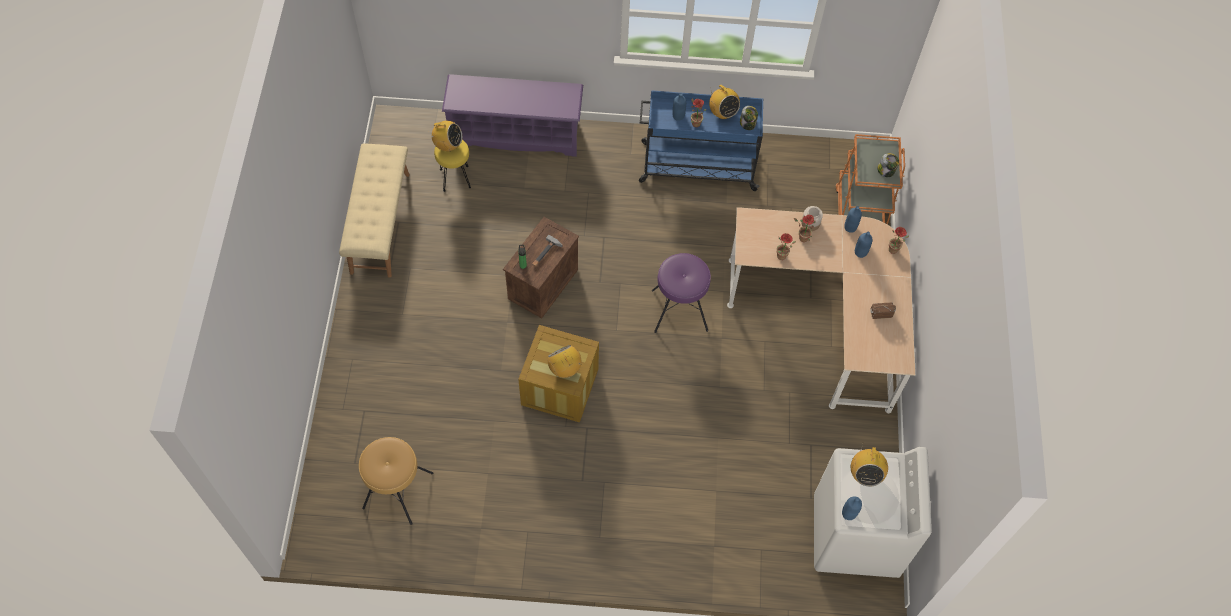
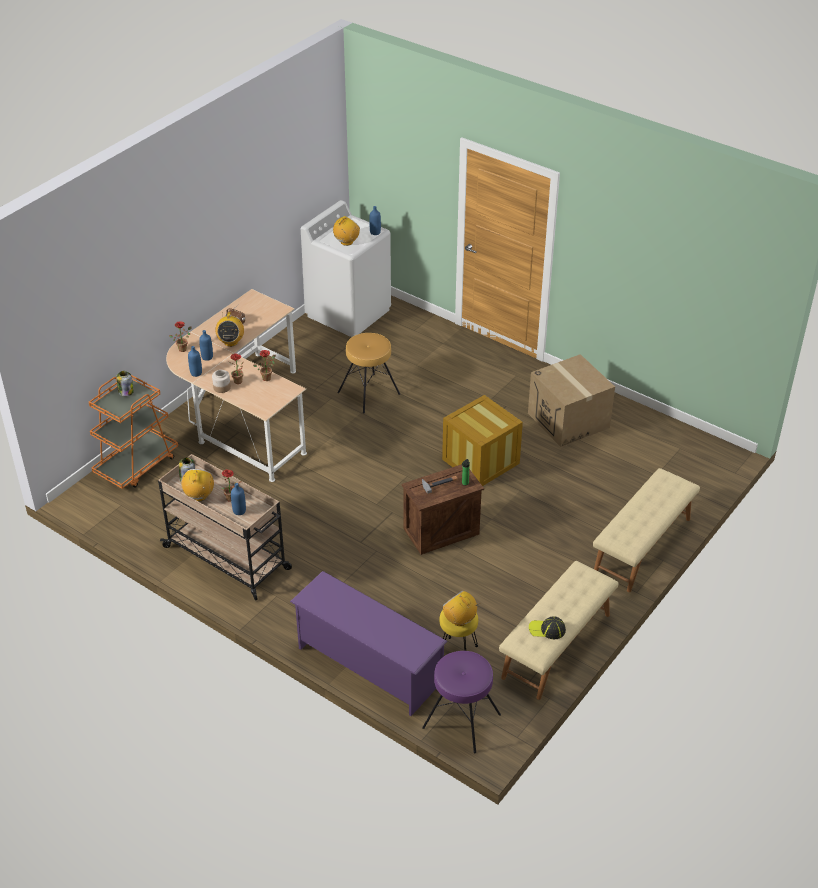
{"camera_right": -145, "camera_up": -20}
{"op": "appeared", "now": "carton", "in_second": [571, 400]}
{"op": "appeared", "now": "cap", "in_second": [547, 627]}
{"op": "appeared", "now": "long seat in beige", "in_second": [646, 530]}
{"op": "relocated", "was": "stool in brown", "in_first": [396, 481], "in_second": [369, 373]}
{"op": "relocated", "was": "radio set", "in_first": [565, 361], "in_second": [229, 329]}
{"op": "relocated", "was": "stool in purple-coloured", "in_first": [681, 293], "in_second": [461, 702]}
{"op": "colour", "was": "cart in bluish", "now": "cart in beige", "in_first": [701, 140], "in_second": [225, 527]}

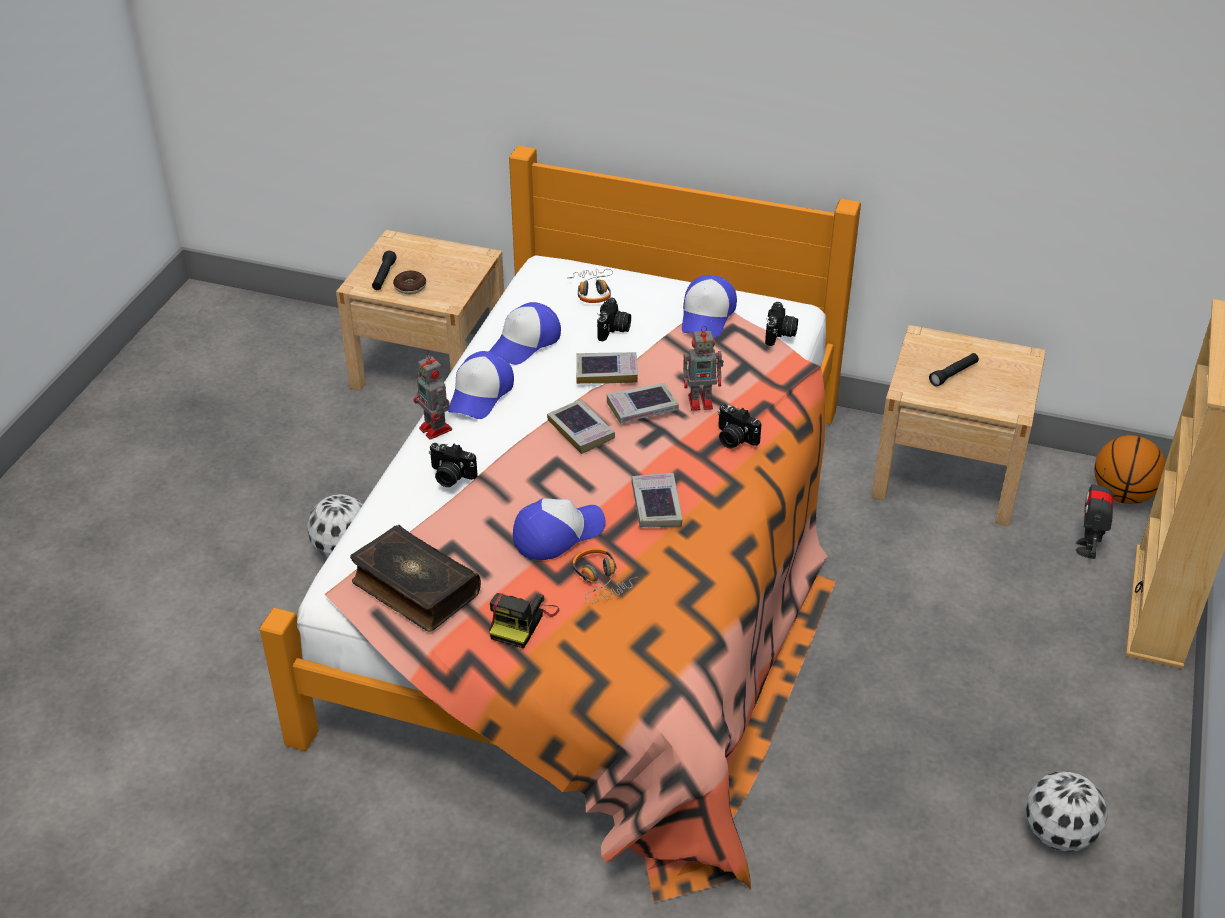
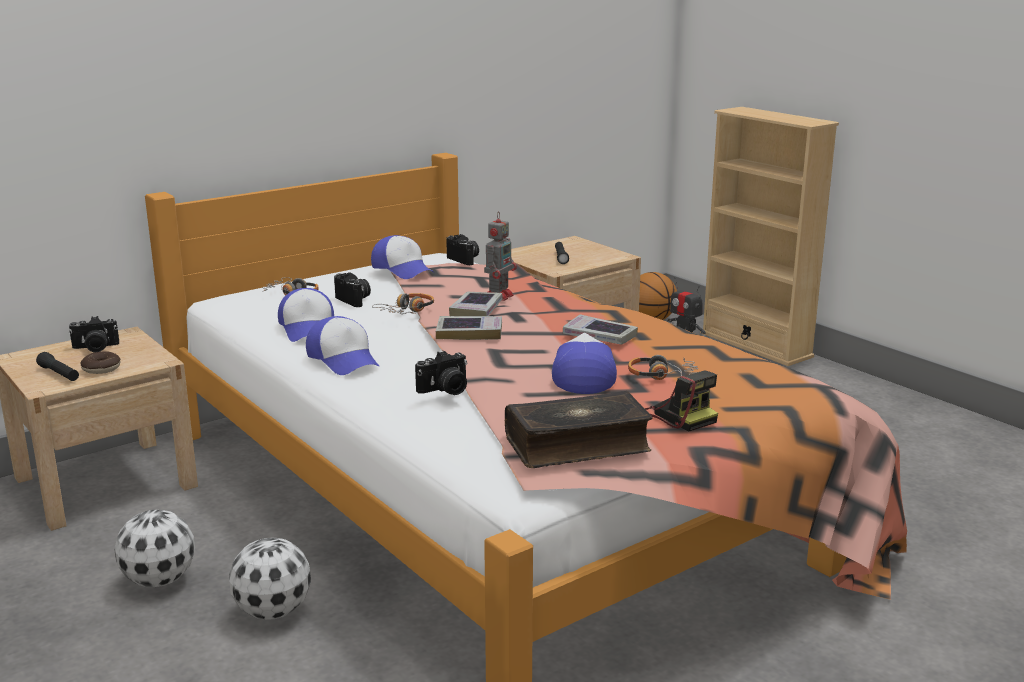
{"camera_right": -55, "camera_up": -20}
{"op": "missing", "was": "toy robot", "in_first": [432, 396]}
{"op": "relocated", "was": "still camera", "in_first": [739, 426], "in_second": [94, 334]}
{"op": "relocated", "was": "ball for football", "in_first": [1067, 811], "in_second": [154, 548]}
{"op": "exchanged", "was": "volume", "now": "pair of headphones", "in_first": [607, 368], "in_second": [403, 303]}

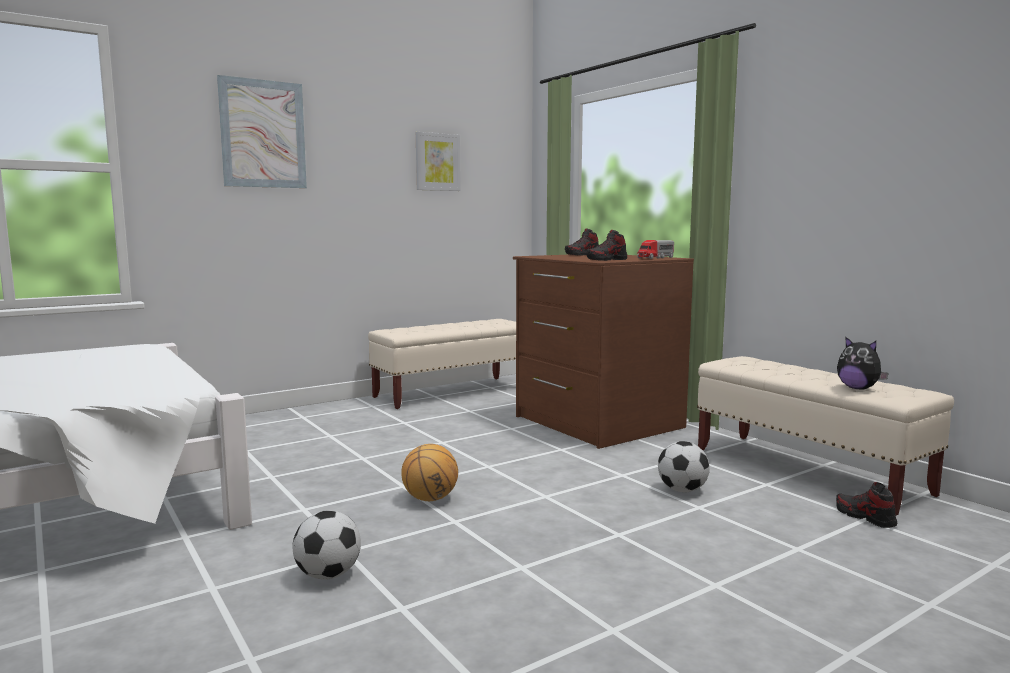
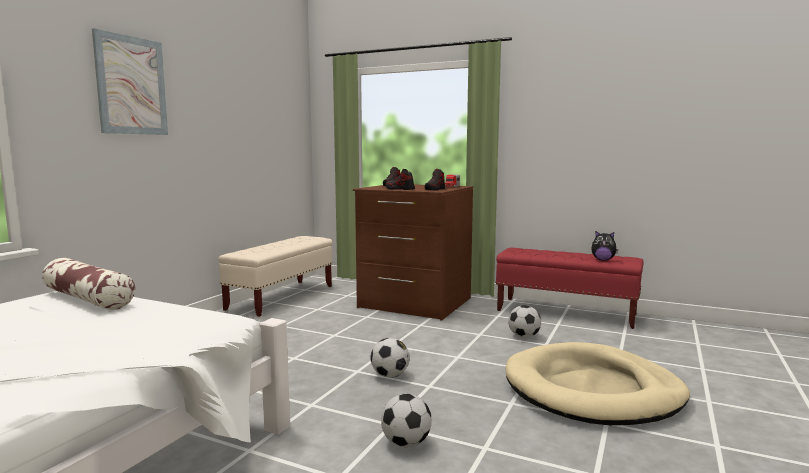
{"camera_right": -30, "camera_up": 0}
{"op": "missing", "was": "picture", "in_first": [438, 161]}
{"op": "appeared", "now": "throw pillow", "in_second": [88, 284]}
{"op": "appeared", "now": "pet bed in beige", "in_second": [598, 383]}
{"op": "relocated", "was": "shoe", "in_first": [866, 505], "in_second": [400, 179]}
{"op": "exchanged", "was": "basketball ball", "now": "ball for football", "in_first": [429, 472], "in_second": [390, 358]}
{"op": "colour", "was": "long seat in beige", "now": "long seat in reddish", "in_first": [825, 435], "in_second": [569, 288]}

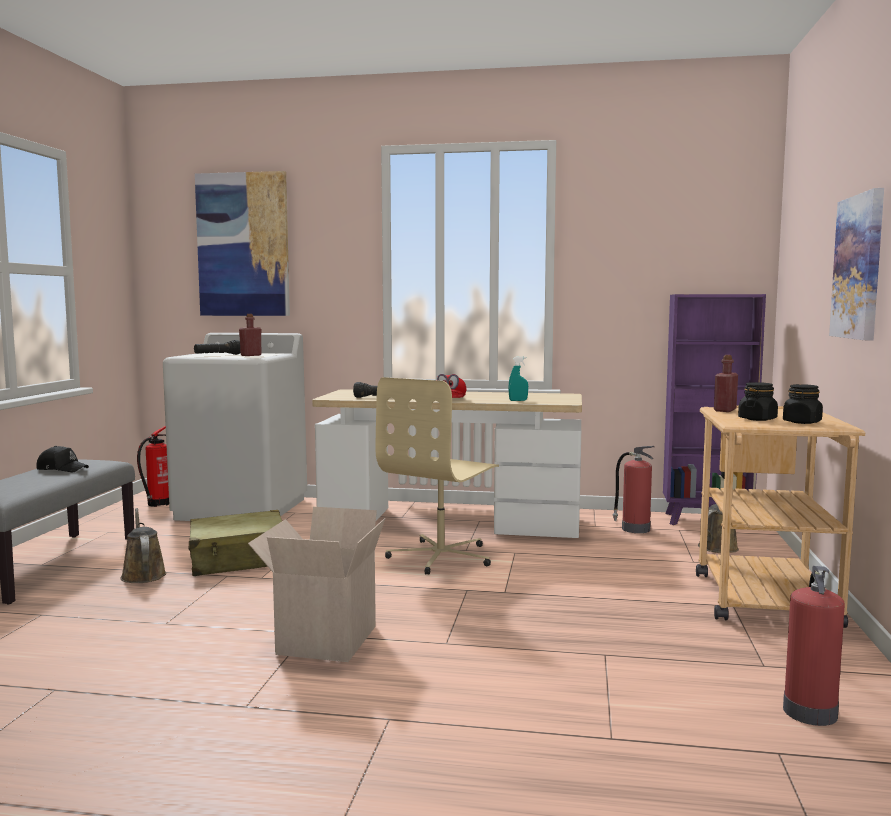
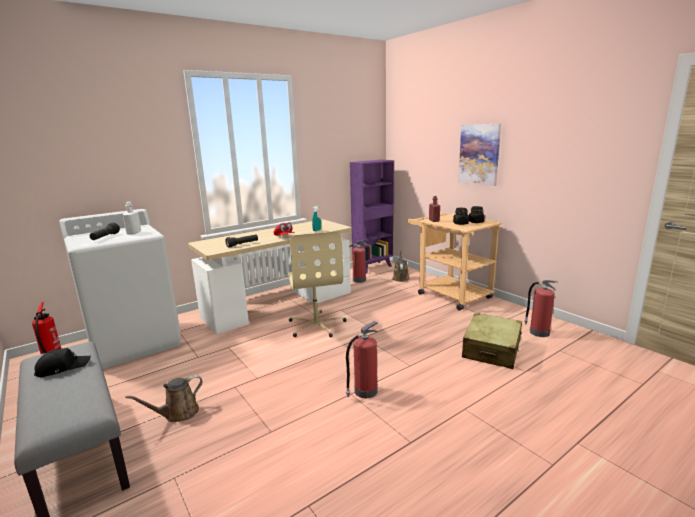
{"camera_right": -45, "camera_up": 10}
{"op": "missing", "was": "picture", "in_first": [242, 243]}
{"op": "relocated", "was": "suitcase in beige", "in_first": [235, 543], "in_second": [492, 341]}
{"op": "exchanged", "was": "carton", "now": "fire-fighting cylinder", "in_first": [316, 584], "in_second": [362, 359]}
{"op": "colour", "was": "bottle in reddish", "now": "bottle in white-coloured", "in_first": [250, 335], "in_second": [132, 218]}
{"op": "spun", "was": "watering pot in brown", "in_first": [144, 545], "in_second": [164, 398], "clockwise": -60}

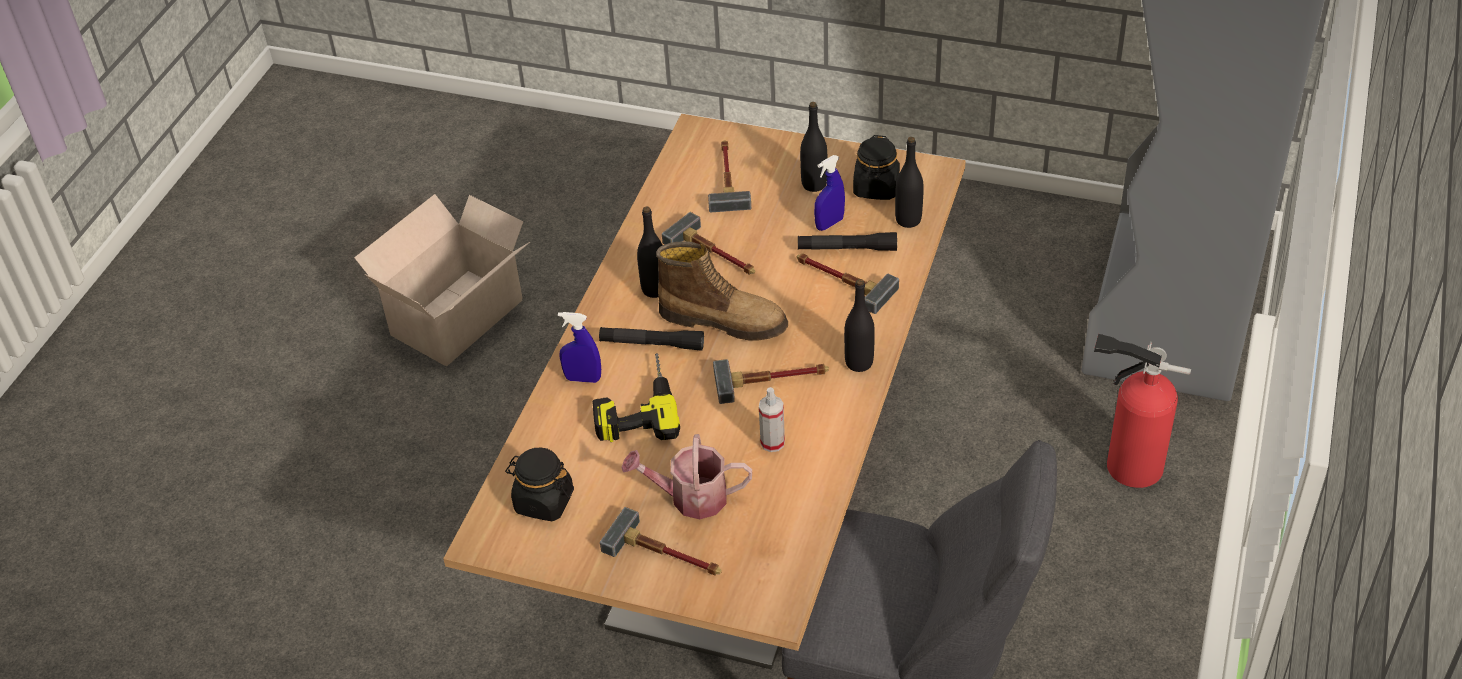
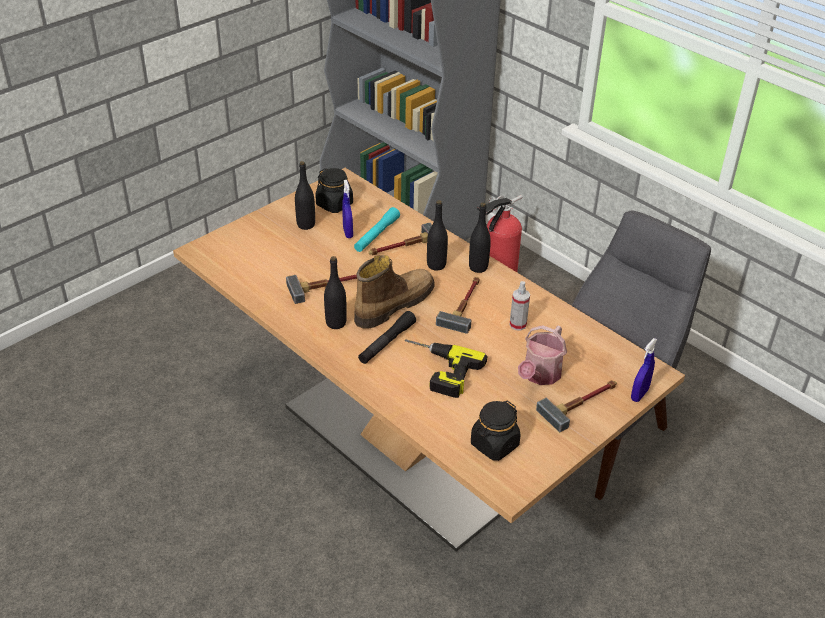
{"camera_right": -65, "camera_up": -5}
{"op": "missing", "was": "carton", "in_first": [442, 280]}
{"op": "missing", "was": "hammer", "in_first": [729, 176]}
{"op": "relocated", "was": "hand sprayer in bluish", "in_first": [579, 347], "in_second": [644, 370]}
{"op": "relocated", "was": "bottle in black-coloured", "in_first": [909, 182], "in_second": [437, 235]}
{"op": "colour", "was": "flashlight in black-coloured", "now": "flashlight in blue-green", "in_first": [847, 241], "in_second": [377, 229]}

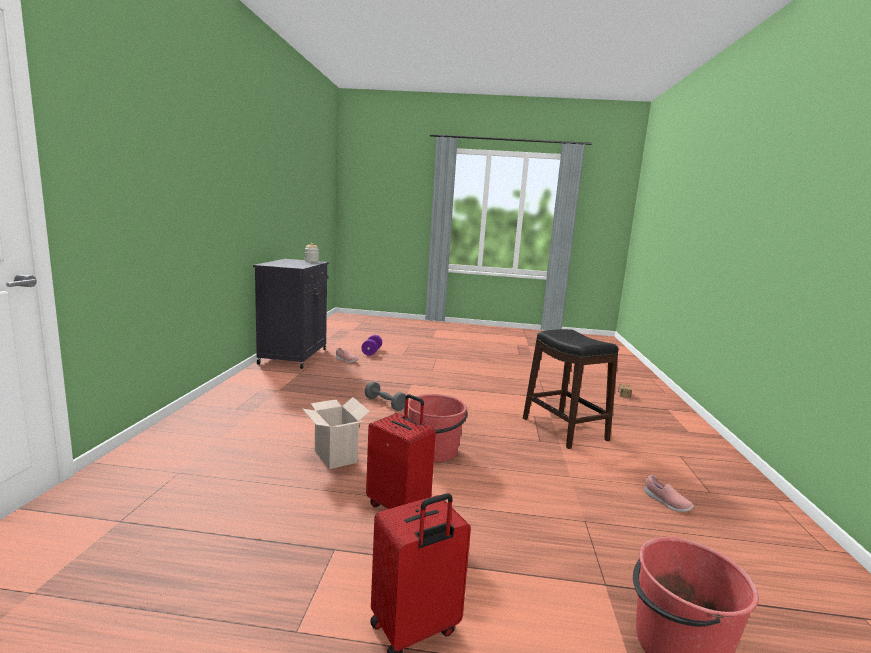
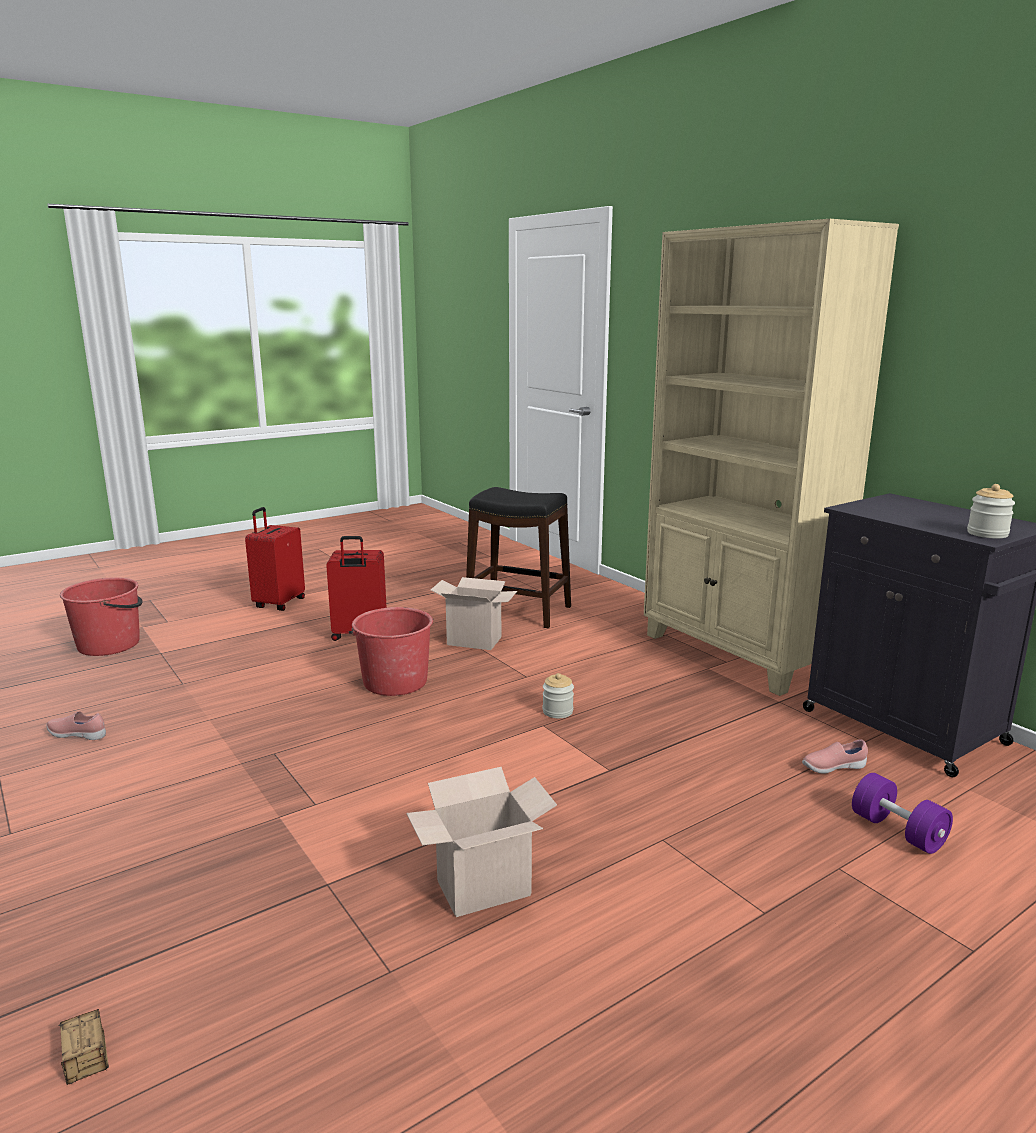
{"camera_right": 140, "camera_up": 5}
{"op": "appeared", "now": "carton", "in_second": [481, 842]}
{"op": "appeared", "now": "bookshelf in beige", "in_second": [771, 457]}
{"op": "relocated", "was": "stool in black-coloured", "in_first": [571, 389], "in_second": [518, 557]}
{"op": "exchanged", "was": "dumbbell in grey", "now": "jar", "in_first": [385, 396], "in_second": [558, 695]}

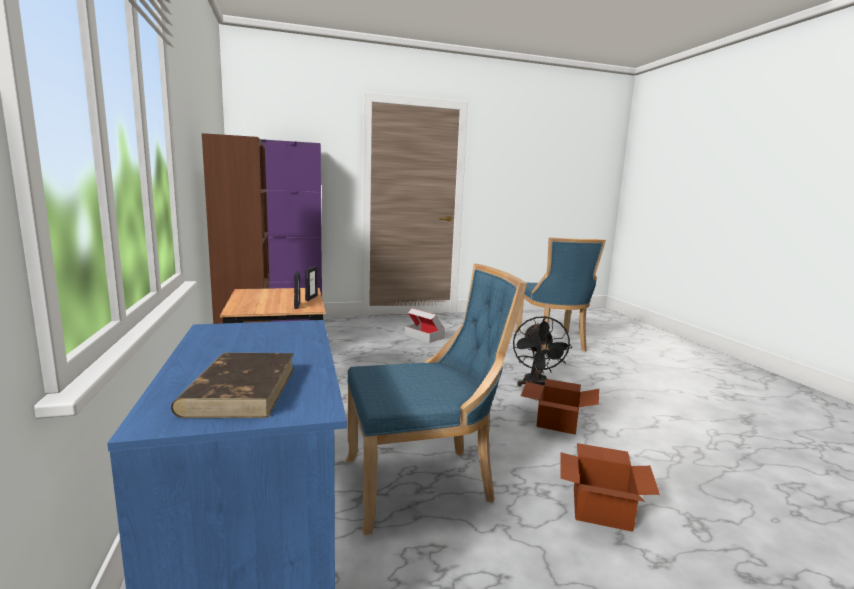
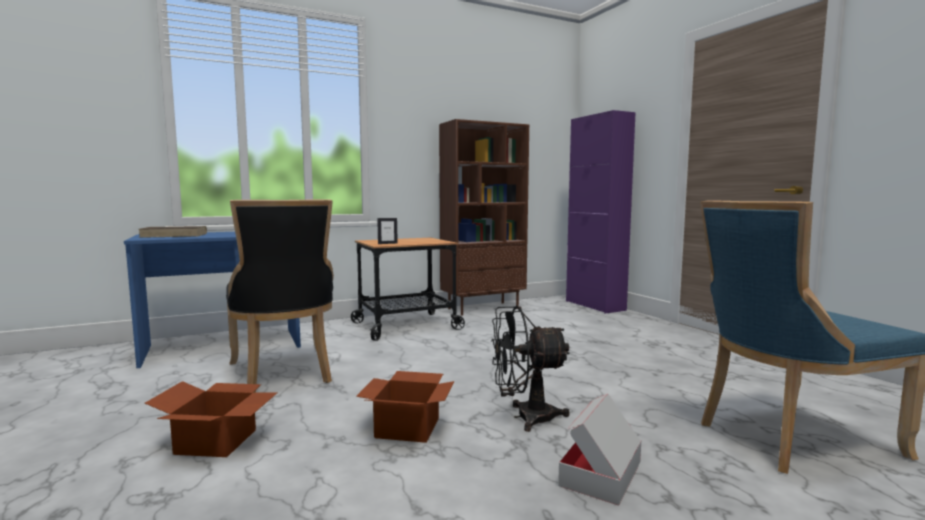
{"camera_right": 80, "camera_up": -5}
{"op": "missing", "was": "photo frame", "in_first": [311, 283]}
{"op": "relocated", "was": "carton", "in_first": [425, 325], "in_second": [599, 449]}
{"op": "colour", "was": "plain chair in bluish", "now": "plain chair in black-coloured", "in_first": [436, 399], "in_second": [280, 296]}

